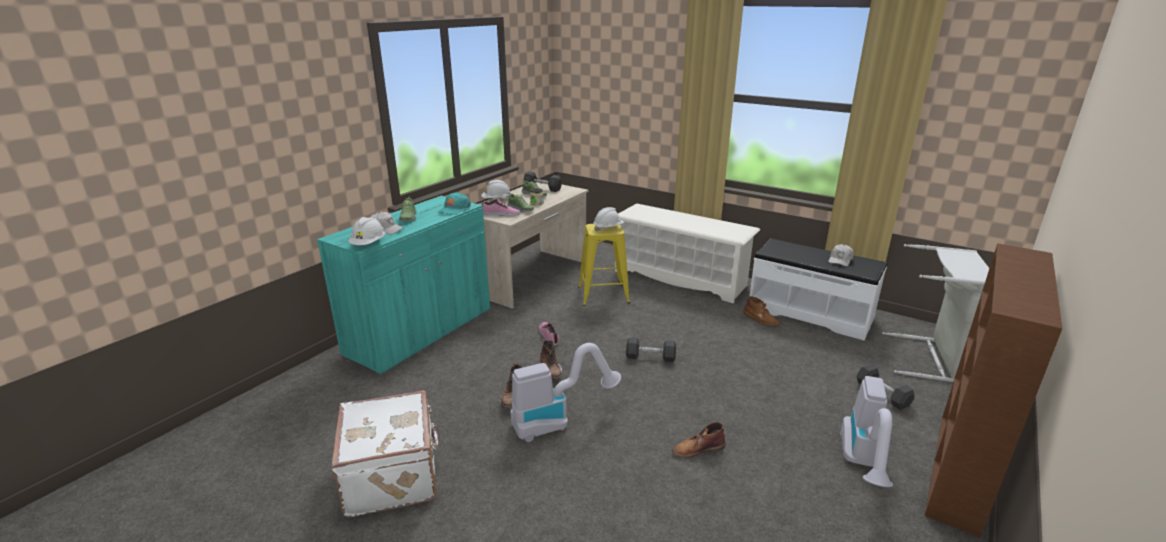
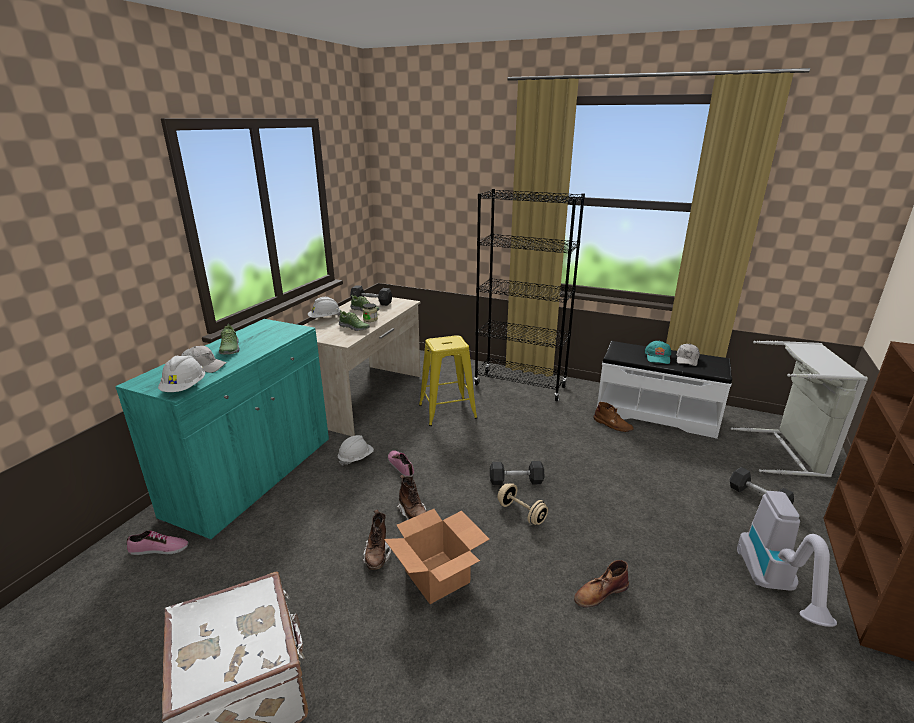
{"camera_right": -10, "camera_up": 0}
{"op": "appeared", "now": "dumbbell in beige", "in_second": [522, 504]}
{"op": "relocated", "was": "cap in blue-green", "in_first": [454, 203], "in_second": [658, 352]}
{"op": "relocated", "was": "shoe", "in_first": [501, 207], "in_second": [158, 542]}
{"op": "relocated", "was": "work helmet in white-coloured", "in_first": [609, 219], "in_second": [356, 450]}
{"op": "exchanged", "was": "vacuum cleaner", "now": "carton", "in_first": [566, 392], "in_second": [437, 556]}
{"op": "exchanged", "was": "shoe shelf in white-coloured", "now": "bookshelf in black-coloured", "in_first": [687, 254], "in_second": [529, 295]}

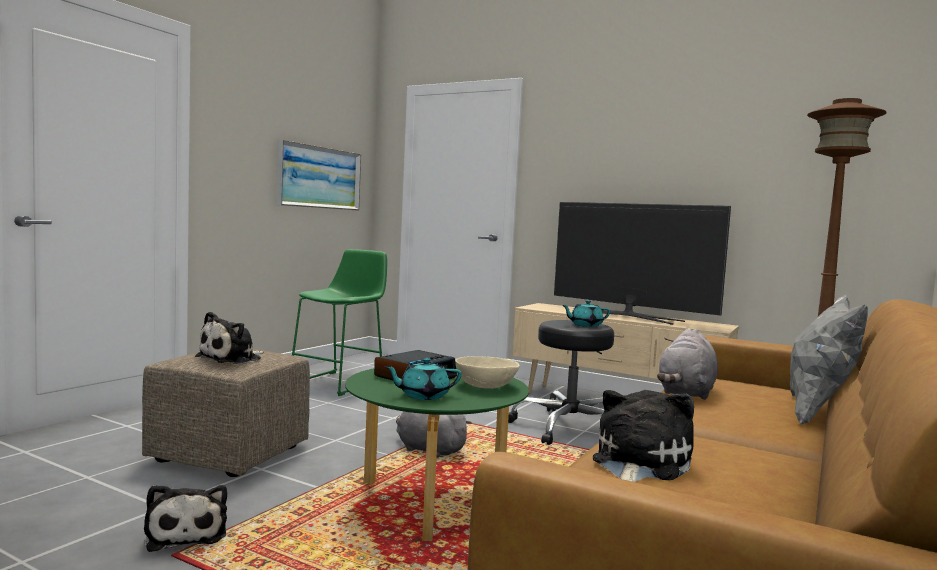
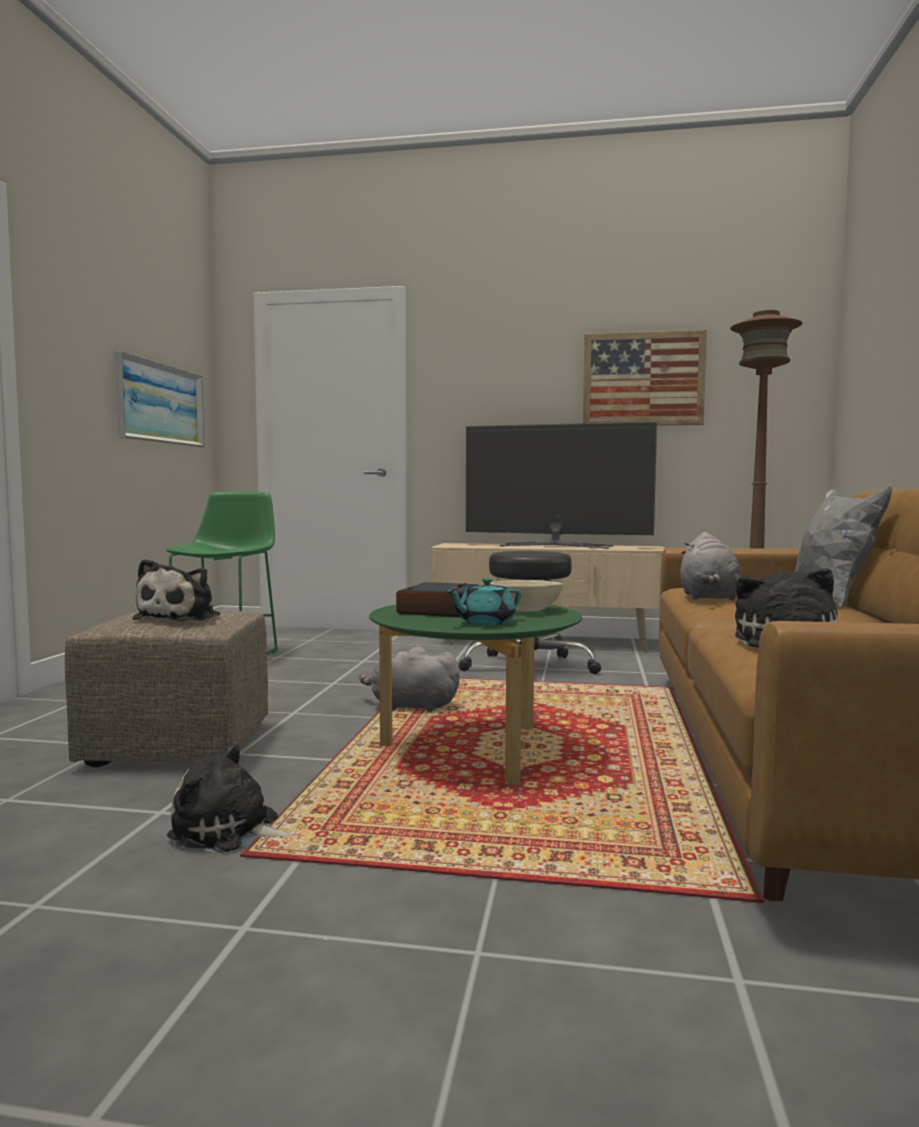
{"camera_right": -20, "camera_up": 0}
{"op": "missing", "was": "teapot in blue-green", "in_first": [586, 313]}
{"op": "appeared", "now": "picture", "in_second": [645, 377]}
{"op": "spun", "was": "soft toy", "in_first": [185, 518], "in_second": [230, 797], "clockwise": 150}

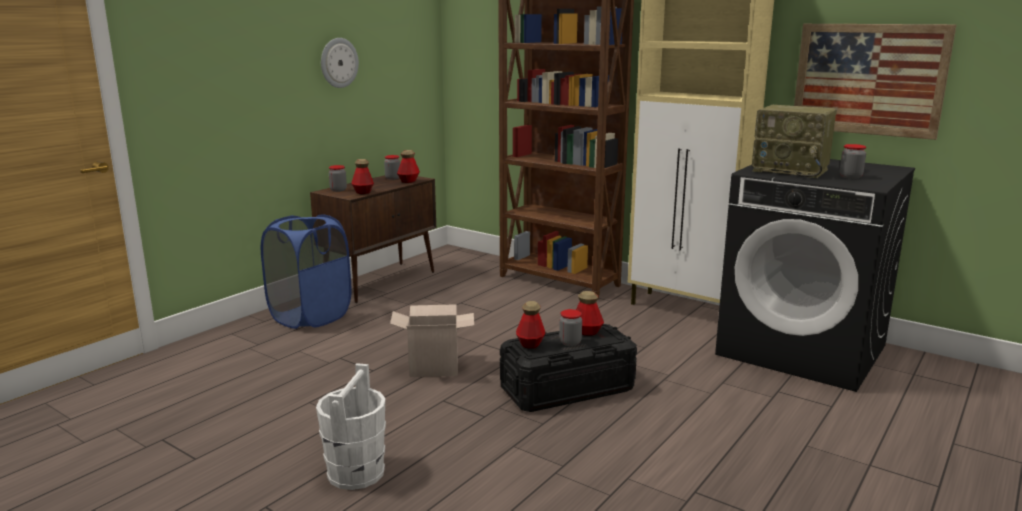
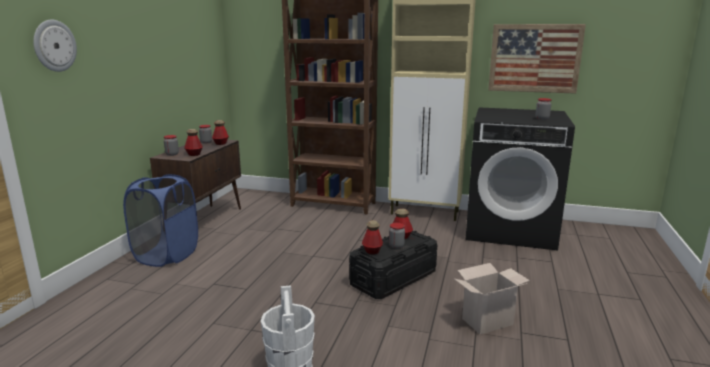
{"camera_right": -20, "camera_up": 0}
{"op": "missing", "was": "radio set", "in_first": [794, 141]}
{"op": "relocated", "was": "hanging clock", "in_first": [340, 63], "in_second": [55, 46]}
{"op": "relocated", "was": "carton", "in_first": [432, 340], "in_second": [492, 299]}

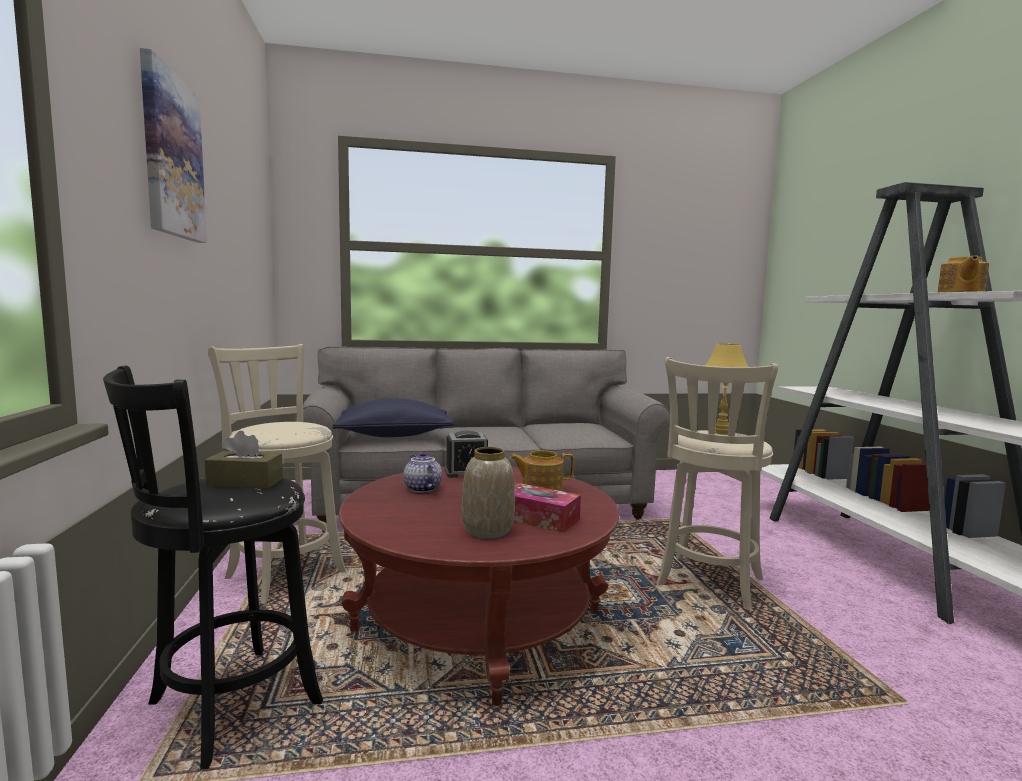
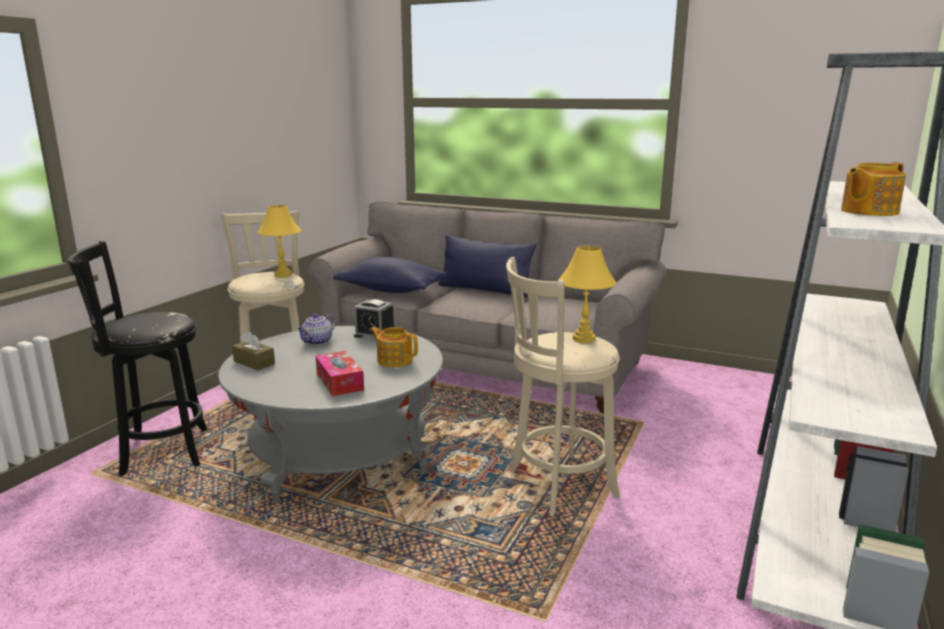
{"camera_right": 35, "camera_up": 10}
{"op": "missing", "was": "picture", "in_first": [173, 145]}
{"op": "missing", "was": "vase", "in_first": [488, 493]}
{"op": "appeared", "now": "tabletop lamp in yellow", "in_second": [279, 241]}
{"op": "appeared", "now": "throw pillow in bluish", "in_second": [488, 266]}
{"op": "relocated", "was": "box of tissues in brown", "in_first": [244, 460], "in_second": [253, 350]}
{"op": "colour", "was": "coffee table in reddish", "now": "coffee table in grey", "in_first": [479, 586], "in_second": [330, 414]}
{"op": "spun", "was": "teapot", "in_first": [422, 472], "in_second": [315, 329], "clockwise": -150}

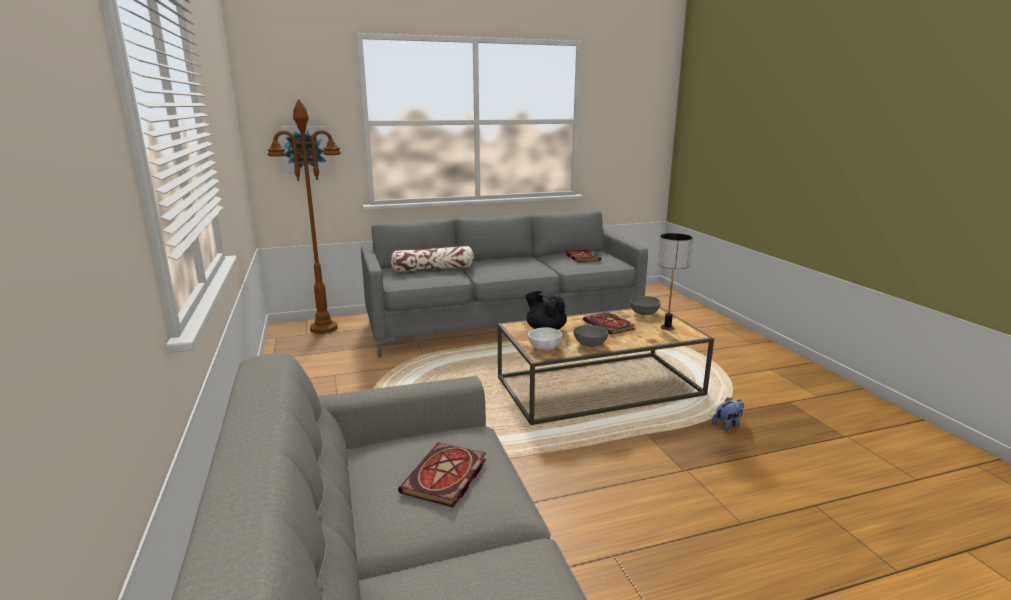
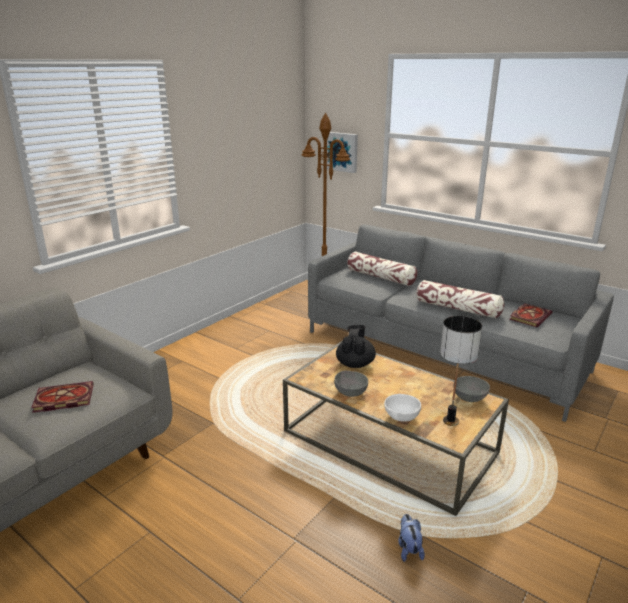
{"camera_right": 55, "camera_up": 5}
{"op": "missing", "was": "volume", "in_first": [609, 323]}
{"op": "appeared", "now": "throw pillow", "in_second": [460, 299]}
{"op": "relocated", "was": "serving bowl in white-coloured", "in_first": [545, 338], "in_second": [402, 408]}
{"op": "spun", "was": "soft toy", "in_first": [728, 414], "in_second": [411, 538], "clockwise": -120}

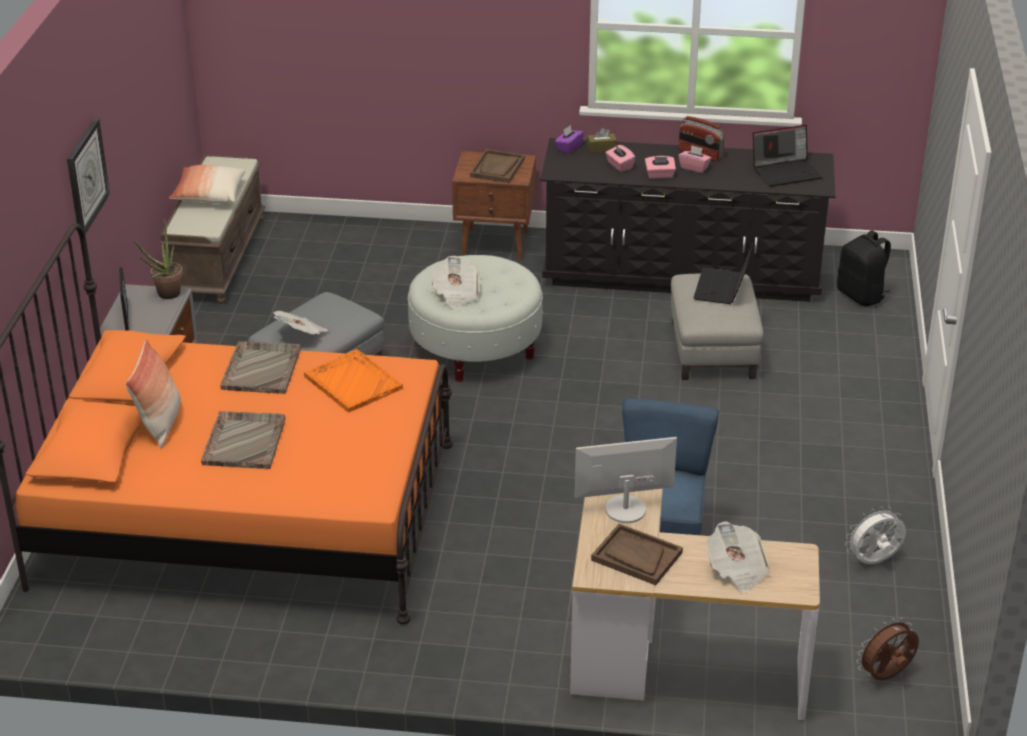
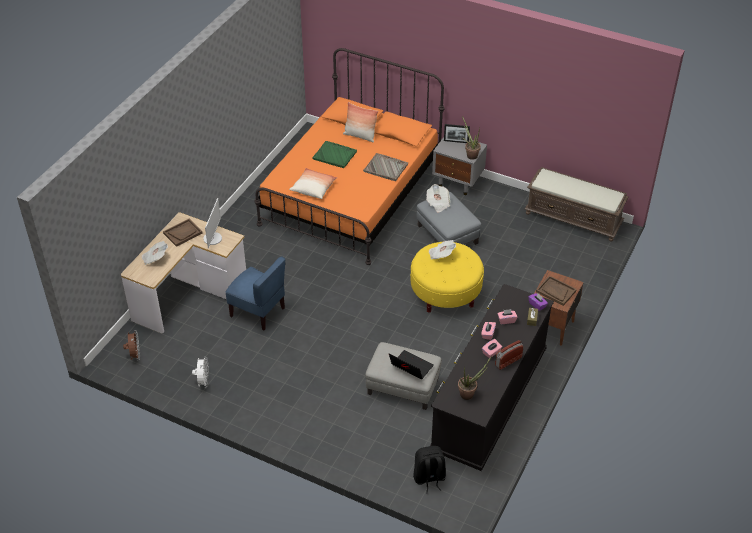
{"camera_right": 110, "camera_up": 10}
{"op": "missing", "was": "hanging clock", "in_first": [88, 176]}
{"op": "missing", "was": "serving tray in orange", "in_first": [353, 380]}
{"op": "relocated", "was": "throw pillow", "in_first": [207, 184], "in_second": [313, 183]}
{"op": "exchanged", "was": "portable computer", "now": "potted plant", "in_first": [787, 156], "in_second": [475, 378]}
{"op": "colour", "was": "serving tray in grey", "now": "serving tray in greenish", "in_first": [243, 440], "in_second": [334, 154]}
{"op": "colour", "was": "footrest in white-coloured", "now": "footrest in yellow", "in_first": [475, 318], "in_second": [447, 277]}

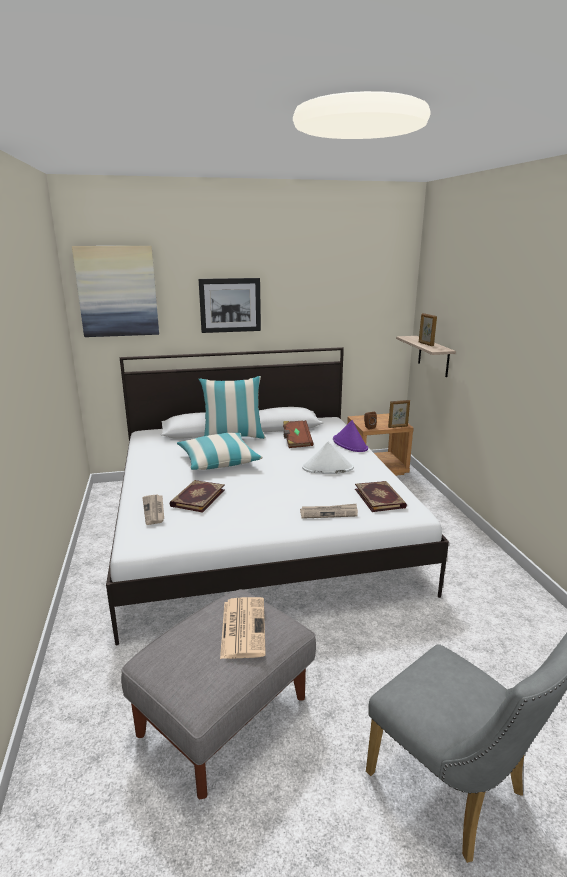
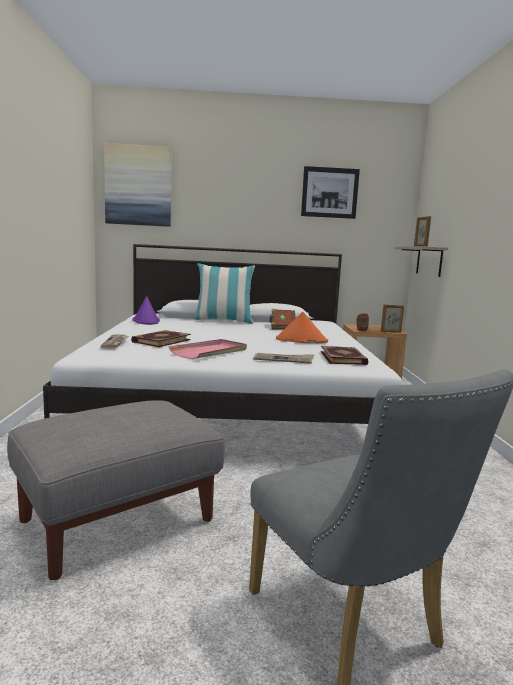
{"camera_right": 10, "camera_up": -10}
{"op": "missing", "was": "throw pillow", "in_first": [220, 451]}
{"op": "missing", "was": "daily paper", "in_first": [243, 628]}
{"op": "appeared", "now": "serving tray in pink-coloured", "in_second": [208, 349]}
{"op": "relocated", "was": "picture", "in_first": [230, 305], "in_second": [330, 192]}
{"op": "relocated", "was": "hat in purple-coloured", "in_first": [350, 436], "in_second": [146, 310]}
{"op": "colour", "was": "hat in white-coloured", "now": "hat in orange", "in_first": [328, 458], "in_second": [302, 327]}

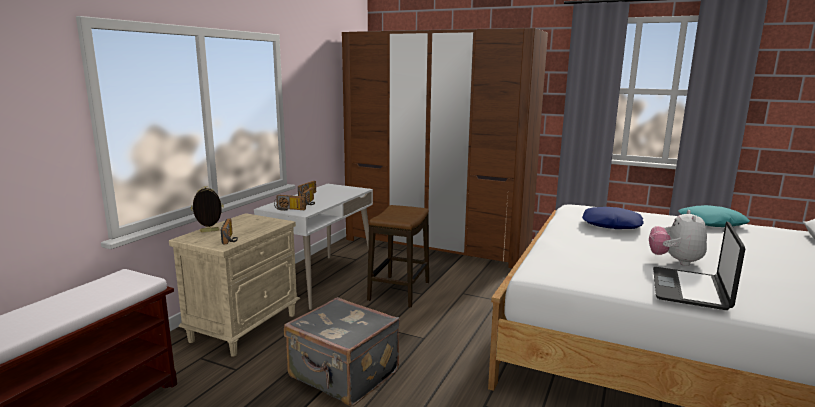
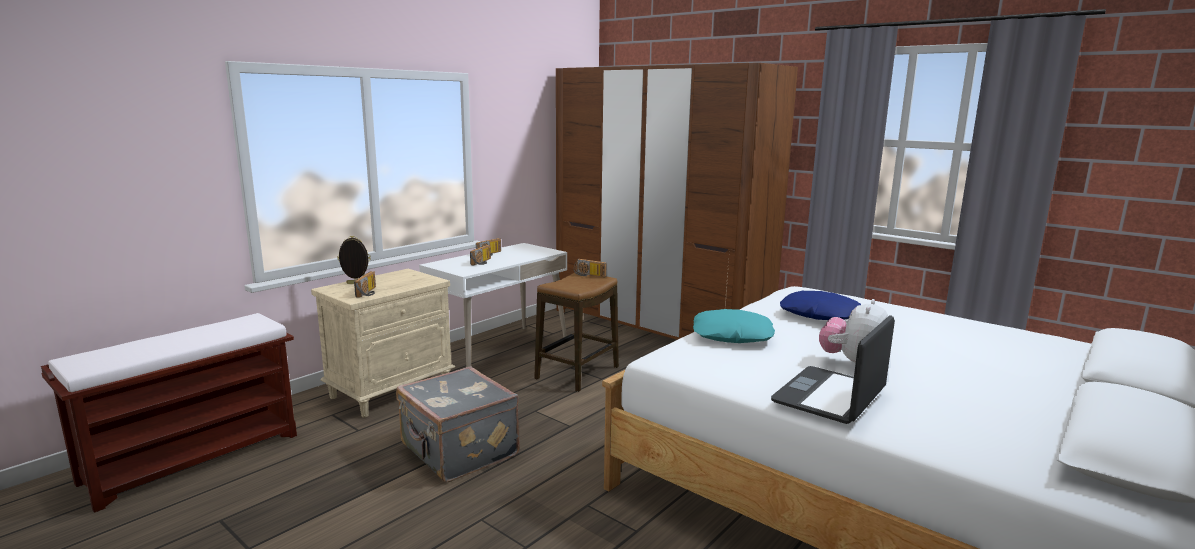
{"camera_right": 15, "camera_up": 0}
{"op": "relocated", "was": "radio set", "in_first": [290, 203], "in_second": [590, 268]}
{"op": "relocated", "was": "throw pillow in blue-green", "in_first": [714, 216], "in_second": [734, 326]}

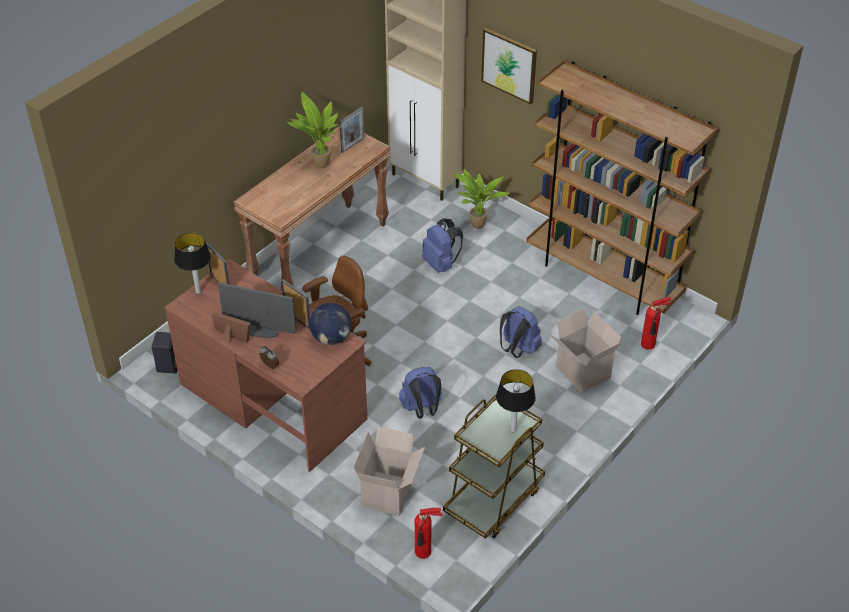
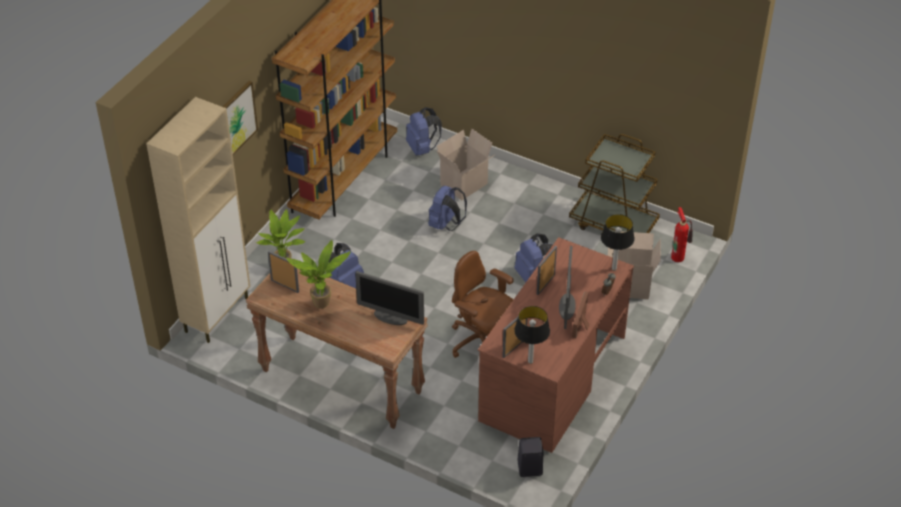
{"camera_right": -100, "camera_up": 0}
{"op": "missing", "was": "world globe", "in_first": [330, 324]}
{"op": "appeared", "now": "monitor", "in_second": [389, 298]}
{"op": "relocated", "was": "tabletop lamp", "in_first": [516, 400], "in_second": [618, 242]}
{"op": "exchanged", "was": "fire-fighting cylinder", "now": "knapsack in bluish", "in_first": [656, 323], "in_second": [424, 131]}

